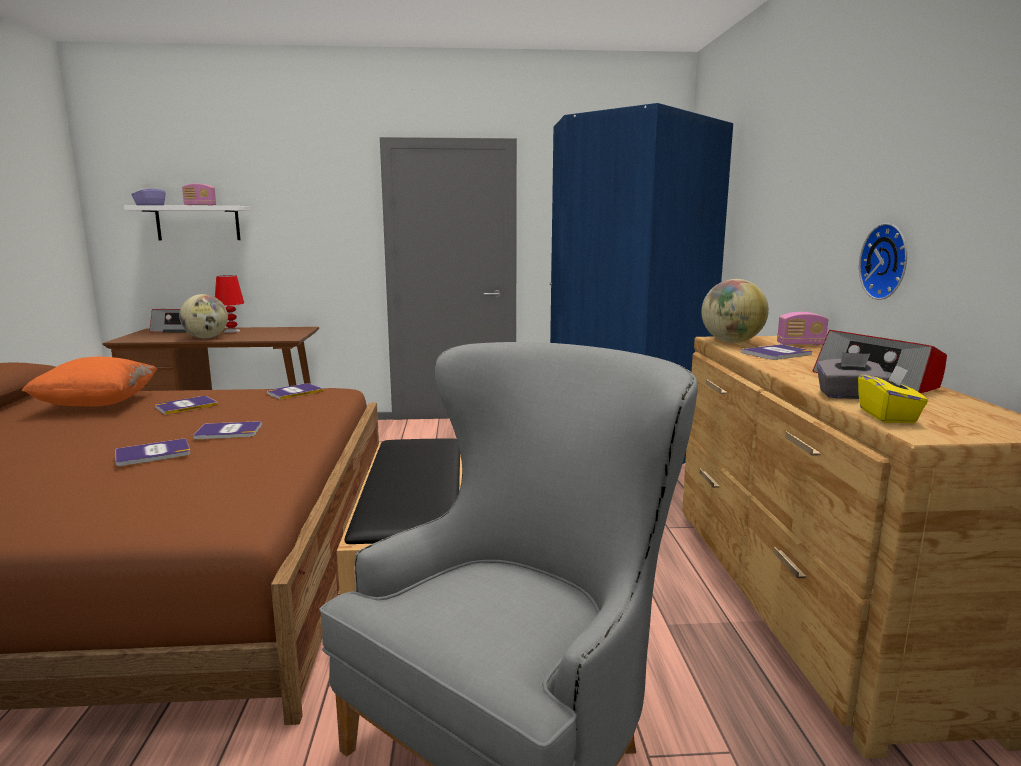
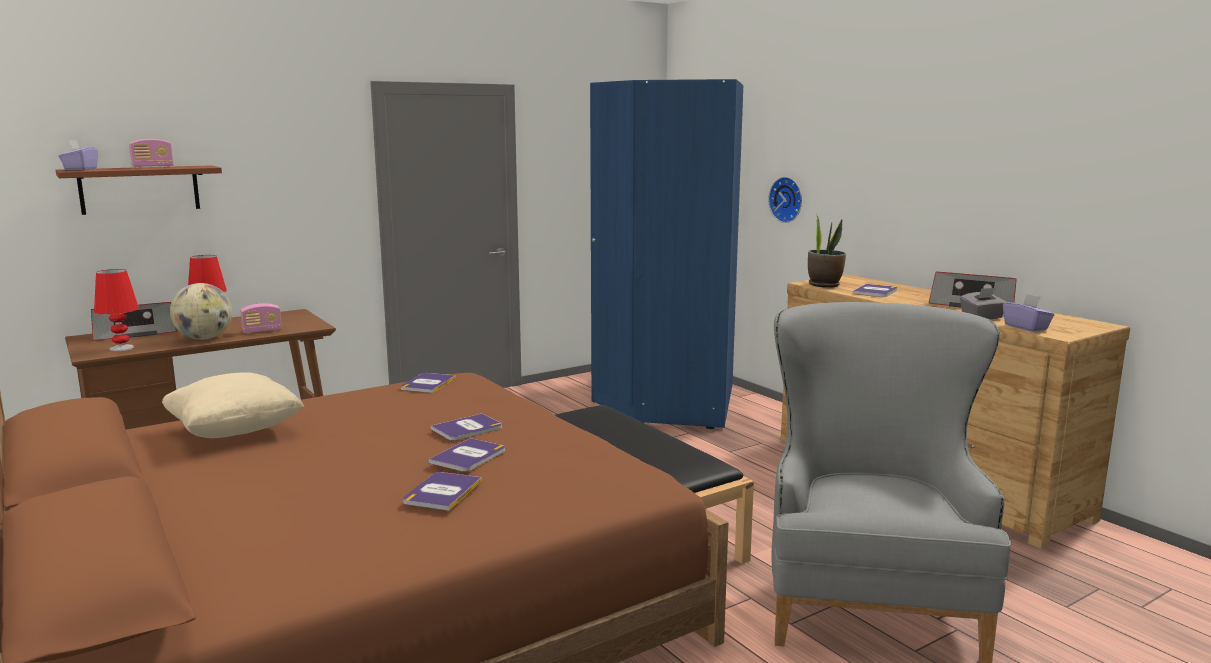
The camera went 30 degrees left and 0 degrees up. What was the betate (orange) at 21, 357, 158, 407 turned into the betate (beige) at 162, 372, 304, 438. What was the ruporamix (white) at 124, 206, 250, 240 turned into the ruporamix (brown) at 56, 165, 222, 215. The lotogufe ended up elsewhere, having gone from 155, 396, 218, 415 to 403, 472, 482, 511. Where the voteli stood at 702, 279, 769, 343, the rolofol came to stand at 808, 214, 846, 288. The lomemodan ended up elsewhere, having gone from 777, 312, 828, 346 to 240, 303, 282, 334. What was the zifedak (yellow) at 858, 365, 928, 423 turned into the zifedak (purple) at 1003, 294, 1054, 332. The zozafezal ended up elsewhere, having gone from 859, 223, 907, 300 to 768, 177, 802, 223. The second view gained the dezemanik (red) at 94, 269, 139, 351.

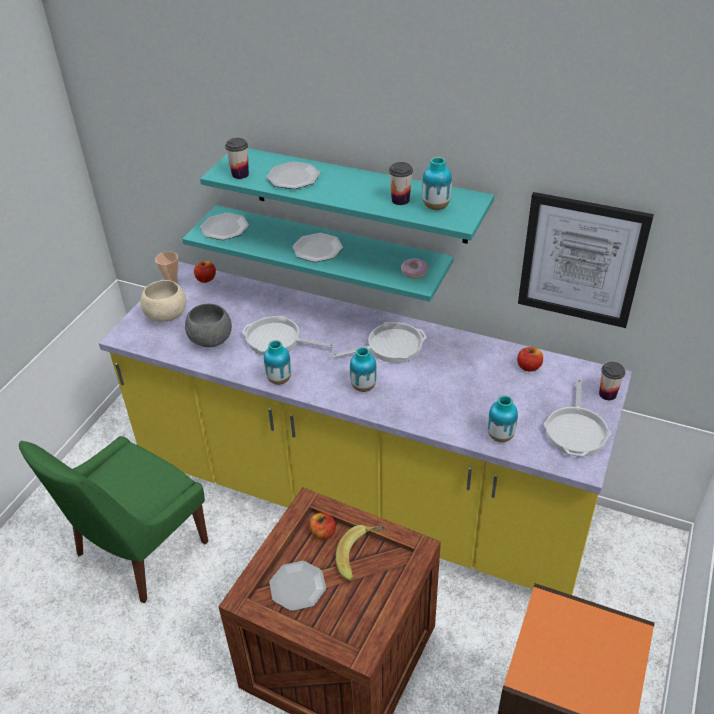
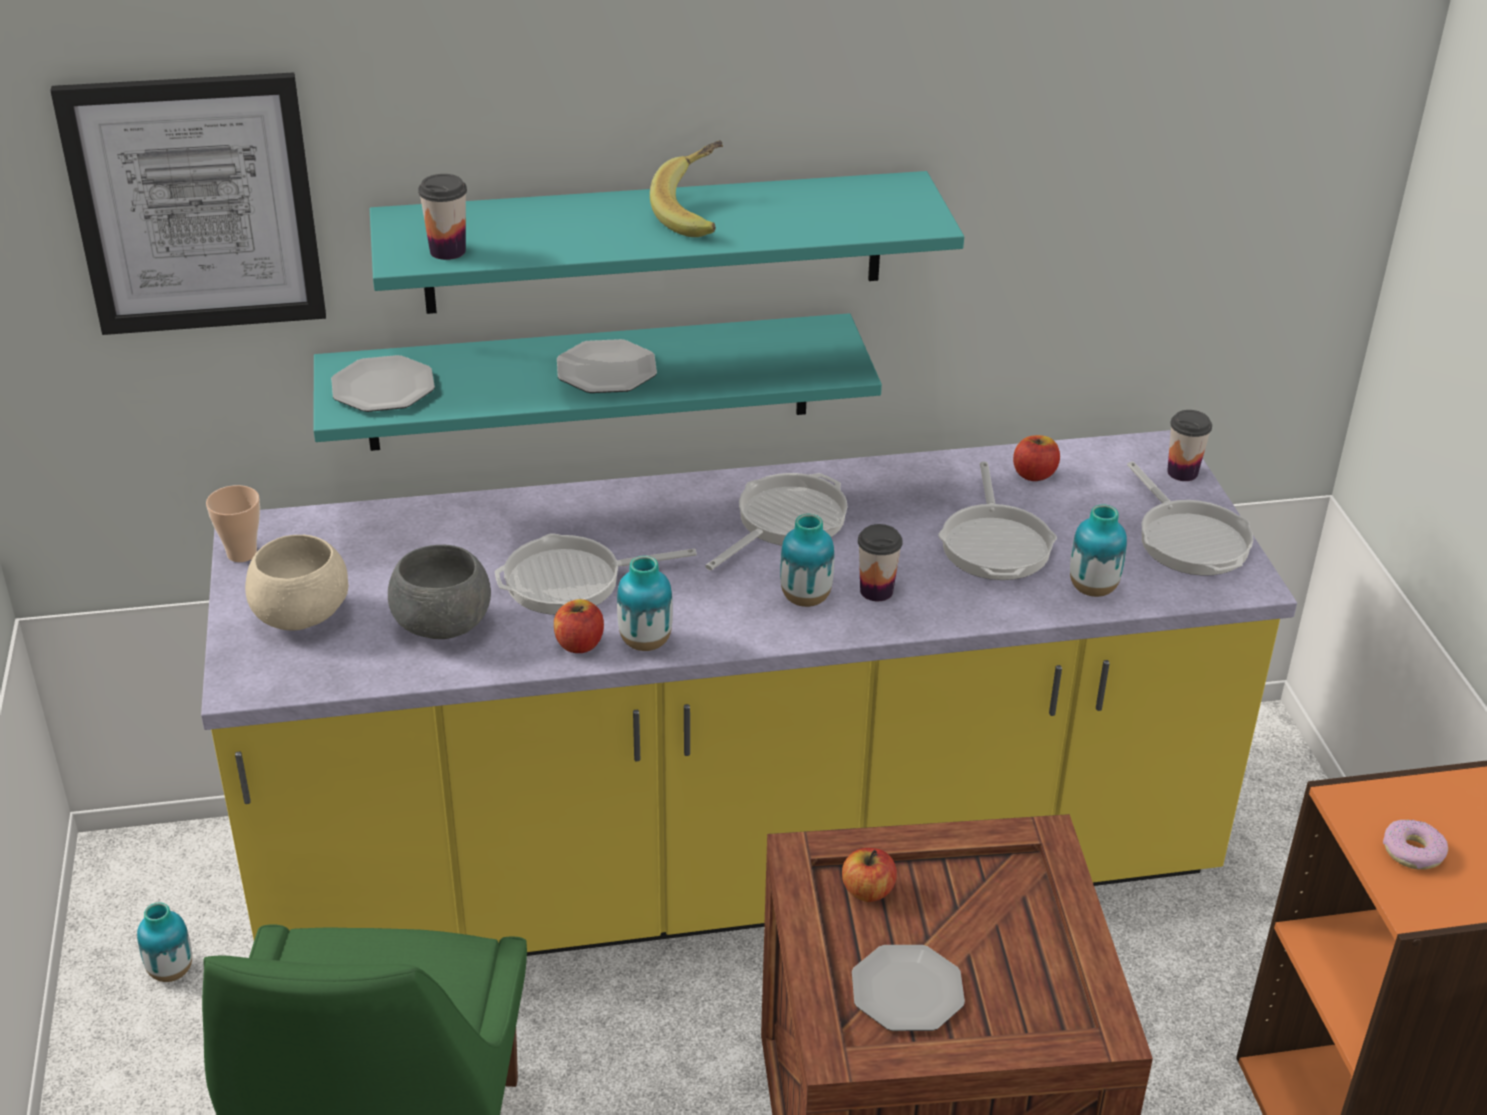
The camera went 35 degrees left and 5 degrees down. The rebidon ended up elsewhere, having gone from 194, 261, 216, 283 to 554, 599, 604, 653. The second view lost the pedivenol at 267, 162, 320, 189. The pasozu ended up elsewhere, having gone from 336, 525, 385, 581 to 650, 141, 723, 237. The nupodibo ended up elsewhere, having gone from 389, 162, 413, 205 to 858, 524, 903, 601. The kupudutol ended up elsewhere, having gone from 401, 258, 428, 279 to 1383, 819, 1448, 870. The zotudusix ended up elsewhere, having gone from 422, 157, 452, 210 to 137, 903, 192, 982. The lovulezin ended up elsewhere, having gone from 518, 192, 654, 328 to 50, 72, 326, 335. The second view gained the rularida at 938, 462, 1057, 580.

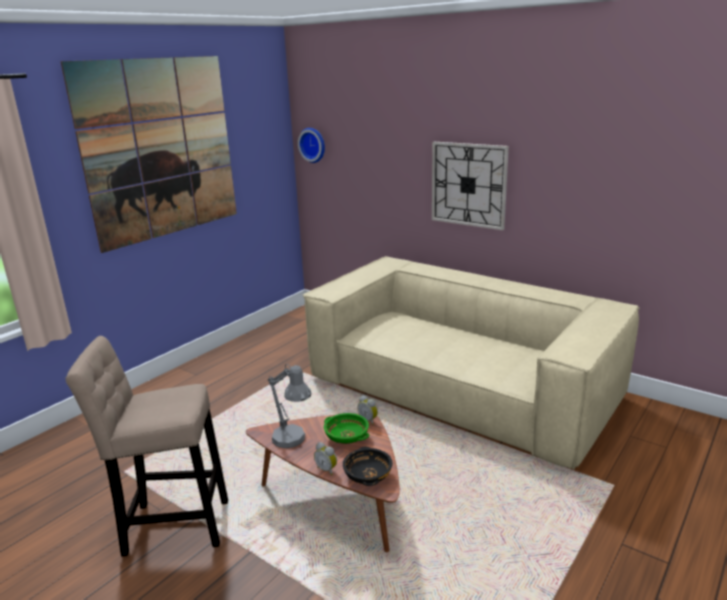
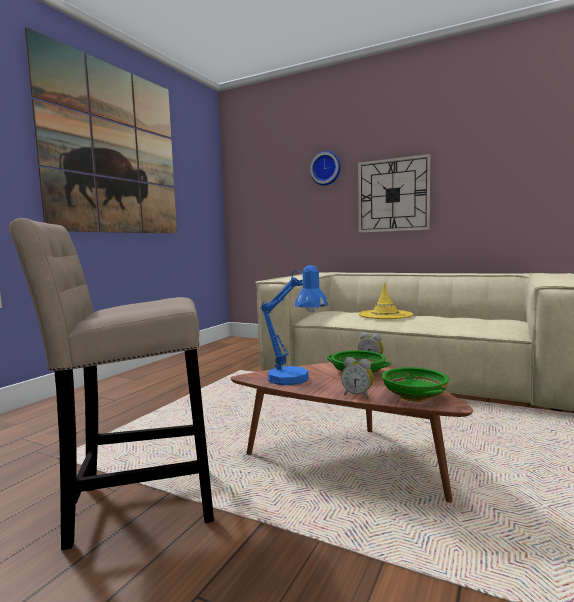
The camera went 10 degrees left and 15 degrees down. What was the dezemanik (grey) at 268, 364, 311, 448 turned into the dezemanik (blue) at 261, 265, 328, 385. The zozafezal ended up elsewhere, having gone from 298, 128, 325, 163 to 310, 151, 341, 186. What was the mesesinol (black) at 343, 447, 393, 486 turned into the mesesinol (green) at 382, 367, 449, 402. The second view gained the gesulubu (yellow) at 359, 283, 413, 319.

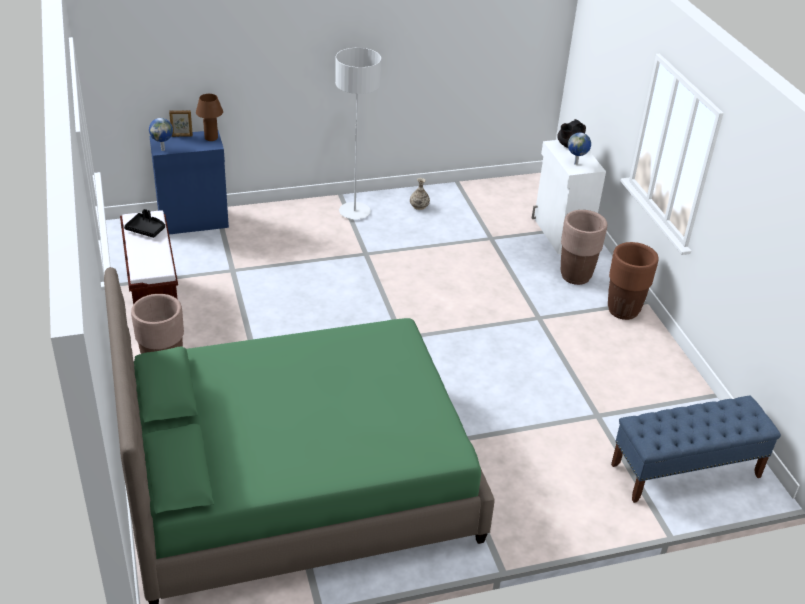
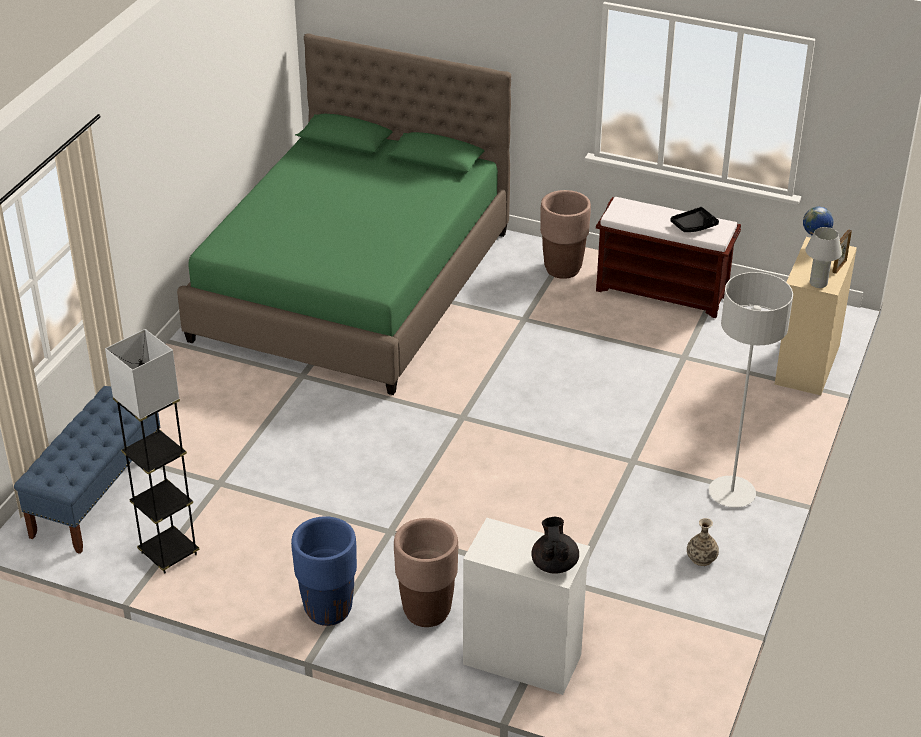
The camera went 130 degrees right and 0 degrees up. What was the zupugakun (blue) at 149, 131, 229, 234 turned into the zupugakun (beige) at 775, 237, 857, 395. What was the dezemanik (brown) at 196, 94, 223, 141 turned into the dezemanik (white) at 805, 227, 842, 288. The second view lost the voteli at 568, 132, 591, 165. What was the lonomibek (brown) at 608, 242, 658, 320 turned into the lonomibek (blue) at 291, 516, 357, 626. The second view gained the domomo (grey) at 105, 329, 200, 574.

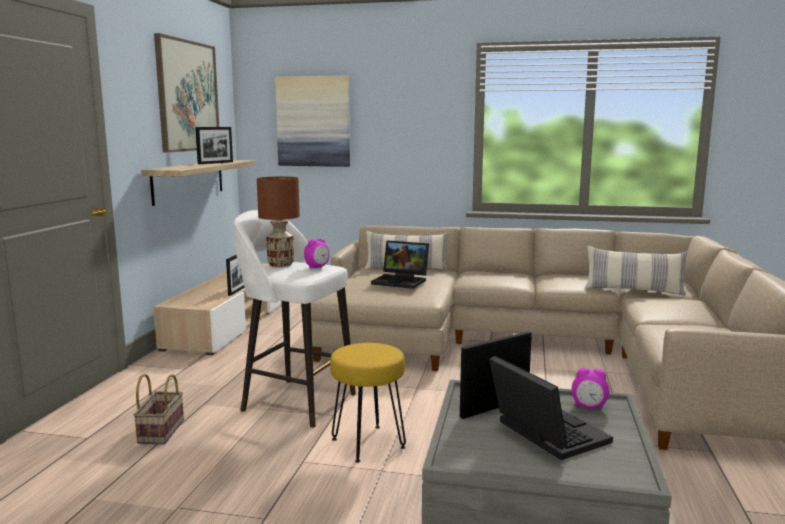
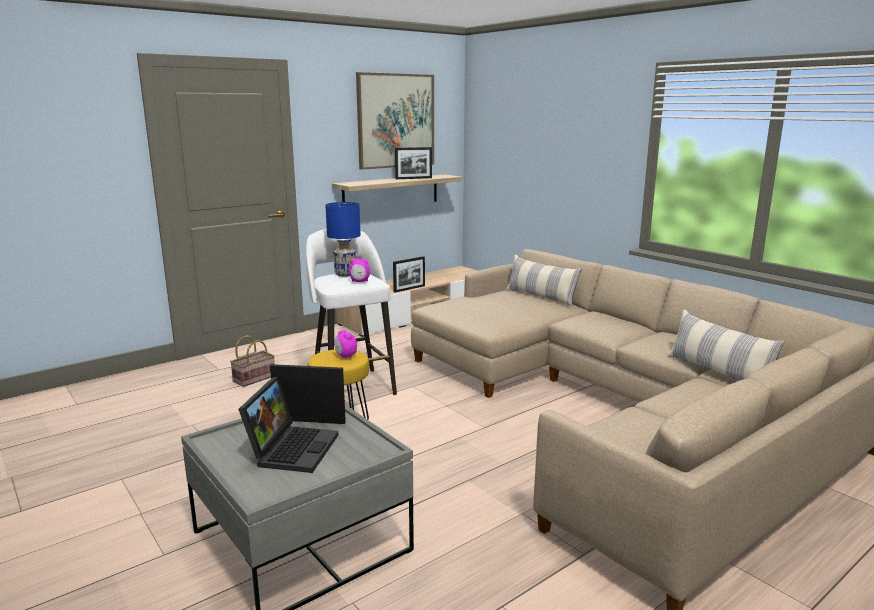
The camera went 40 degrees right and 5 degrees up. What was the dezemanik (brown) at 257, 176, 300, 267 turned into the dezemanik (blue) at 325, 202, 361, 277. The second view lost the lovulezin at 275, 75, 350, 167. The second view lost the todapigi at 371, 240, 429, 289. The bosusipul ended up elsewhere, having gone from 572, 368, 609, 409 to 334, 330, 357, 359.

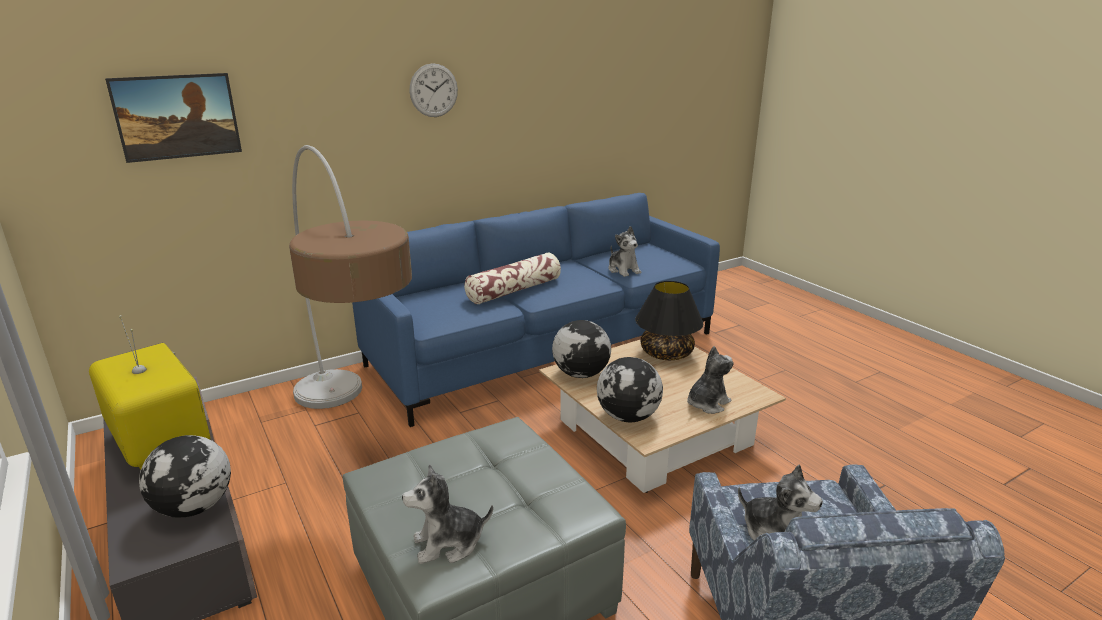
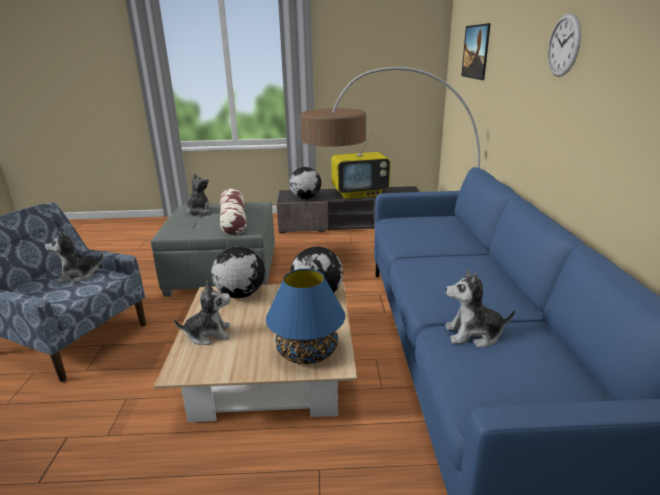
The camera went 120 degrees right and 0 degrees up. The betate ended up elsewhere, having gone from 464, 252, 561, 304 to 220, 189, 247, 235. What was the dezemanik (black) at 635, 281, 703, 360 turned into the dezemanik (blue) at 266, 269, 345, 364. The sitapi at 687, 346, 733, 414 ended up facing another way, 90 degrees counterclockwise from before.

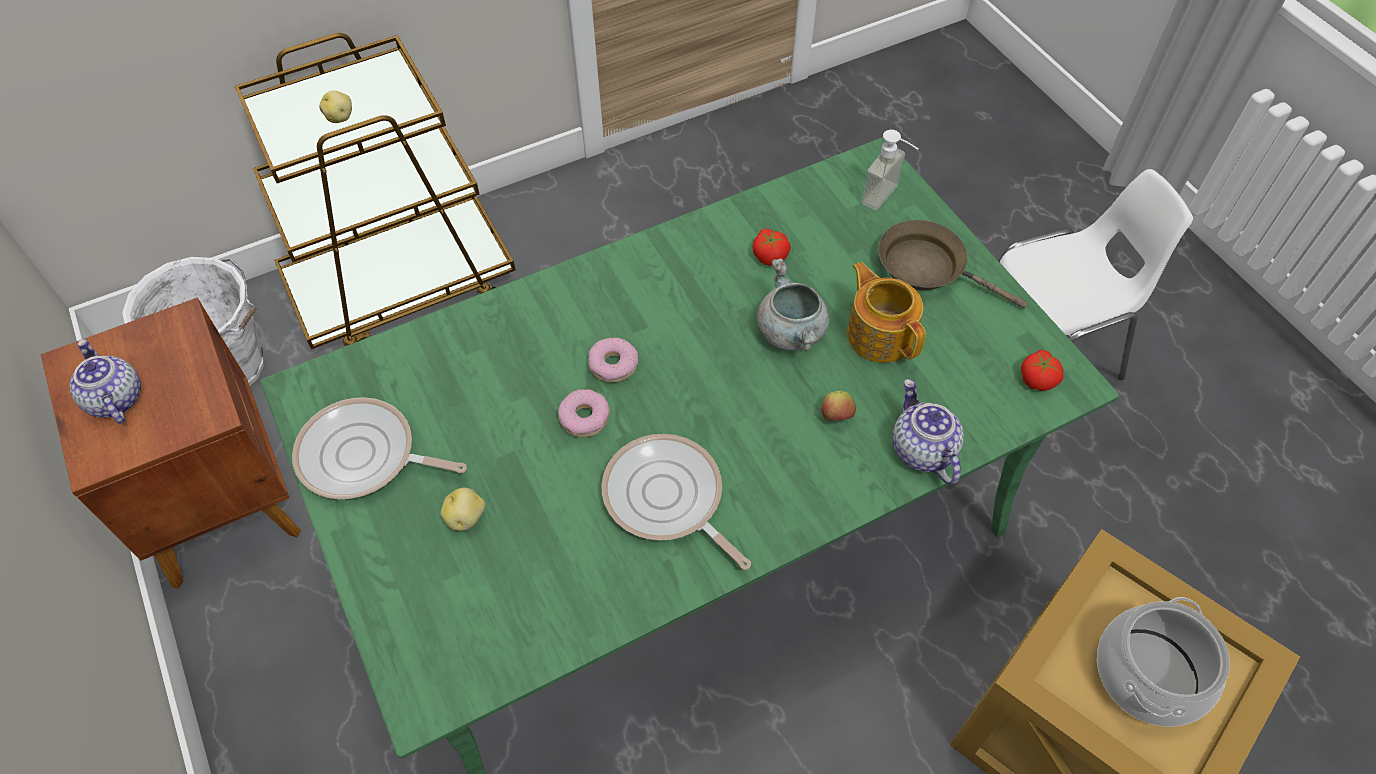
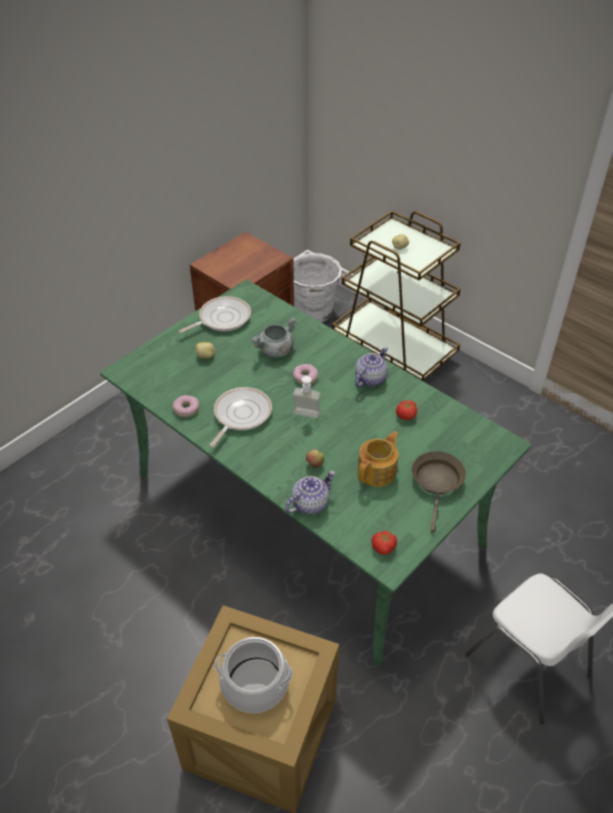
The camera went 70 degrees right and 10 degrees down. The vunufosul ended up elsewhere, having gone from 69, 339, 141, 424 to 355, 347, 388, 387. The rularida at 292, 397, 467, 499 ended up facing another way, 60 degrees clockwise from before. The kupudutol ended up elsewhere, having gone from 558, 389, 610, 438 to 173, 395, 199, 417. The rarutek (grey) ended up elsewhere, having gone from 757, 258, 830, 351 to 251, 317, 296, 357. The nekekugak ended up elsewhere, having gone from 861, 130, 918, 211 to 293, 376, 321, 419.

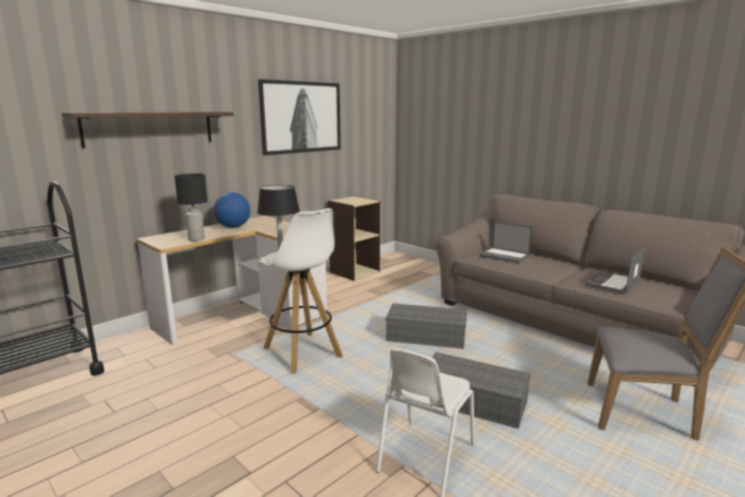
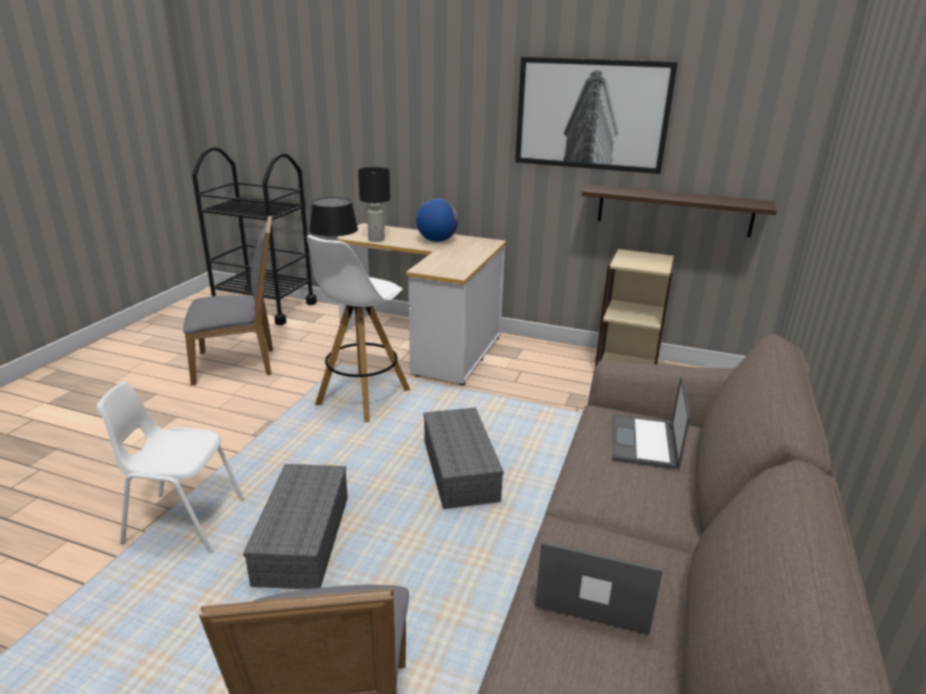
The camera went 65 degrees right and 10 degrees up. The ruporamix ended up elsewhere, having gone from 61, 112, 233, 148 to 582, 184, 777, 237. The second view gained the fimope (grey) at 183, 215, 273, 385.

